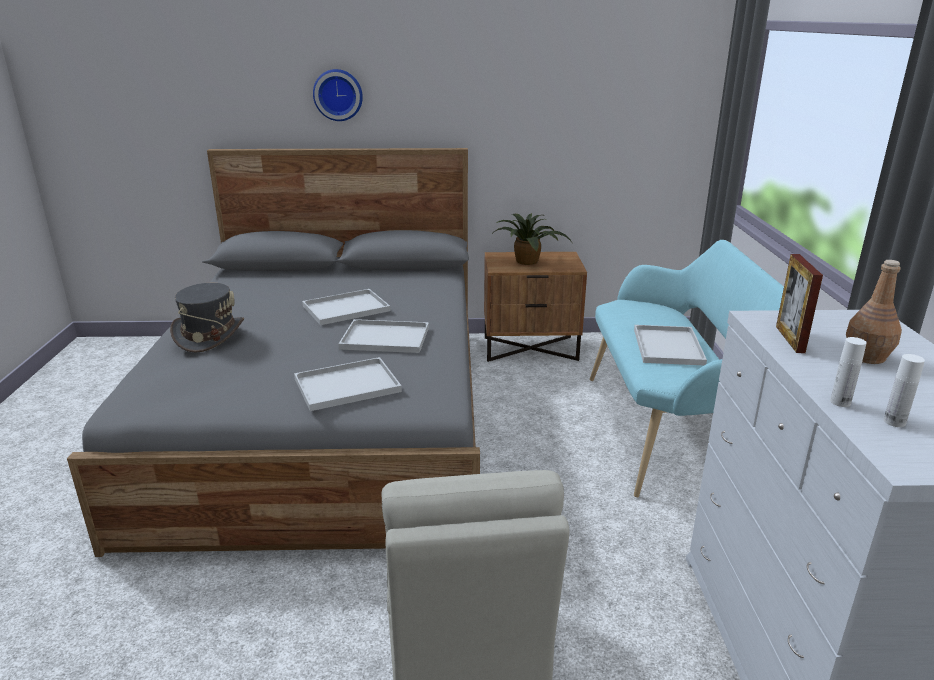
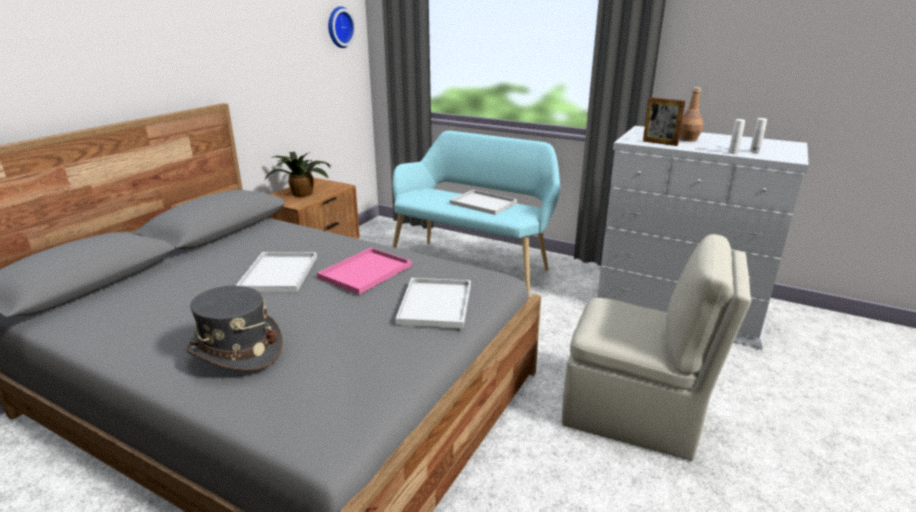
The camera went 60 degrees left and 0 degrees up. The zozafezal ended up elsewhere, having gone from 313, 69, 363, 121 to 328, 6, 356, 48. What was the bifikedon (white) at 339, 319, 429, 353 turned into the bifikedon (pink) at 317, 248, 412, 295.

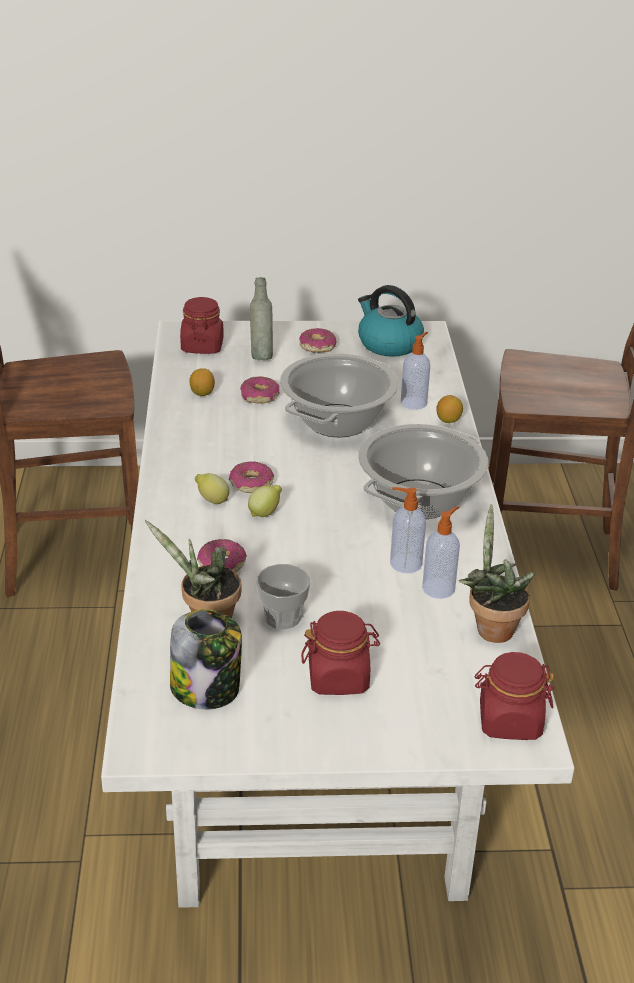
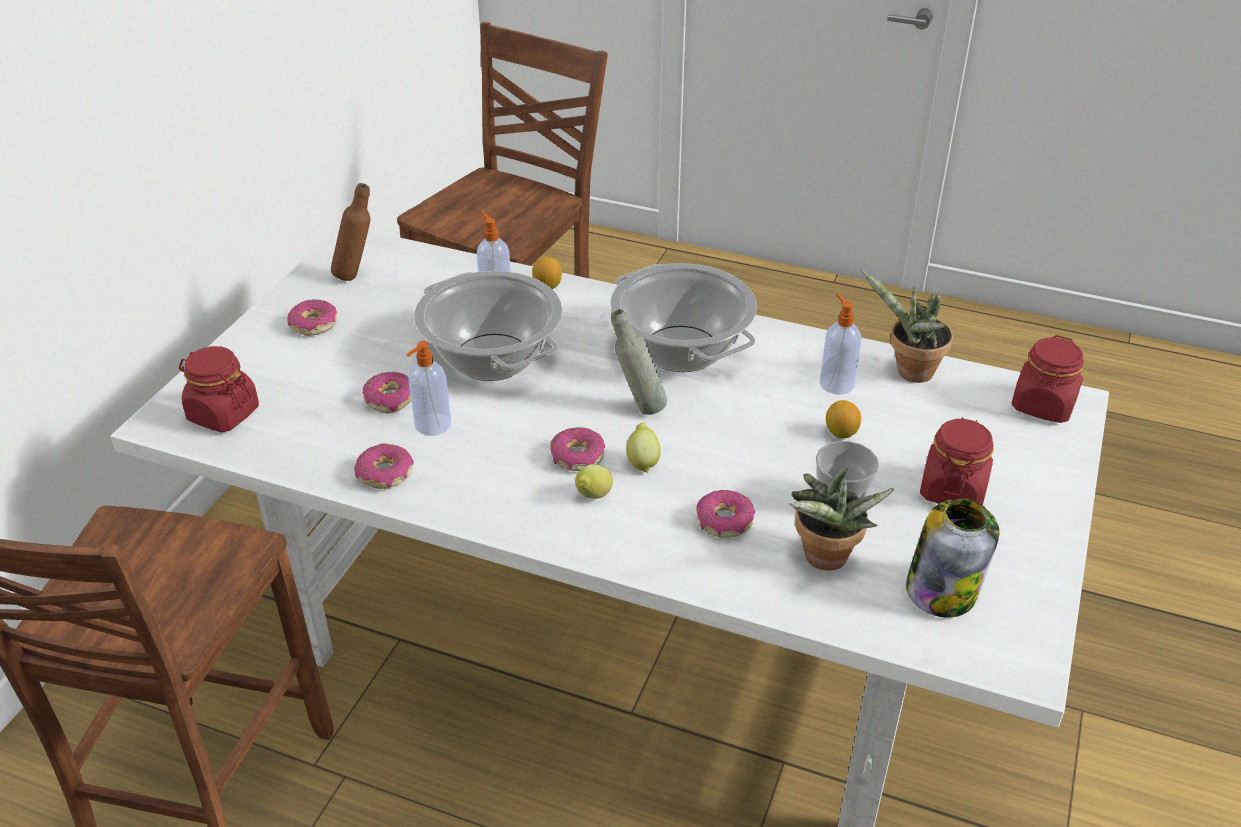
The camera went 65 degrees left and 5 degrees up. The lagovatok ended up elsewhere, having gone from 190, 368, 215, 396 to 826, 400, 861, 438. The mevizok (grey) ended up elsewhere, having gone from 250, 277, 273, 360 to 611, 309, 667, 415. Where the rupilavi stood at 358, 285, 424, 357, the mevizok (brown) came to stand at 331, 183, 370, 281. The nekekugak ended up elsewhere, having gone from 390, 487, 426, 573 to 407, 341, 451, 436. The second view gained the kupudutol at 354, 444, 414, 489.

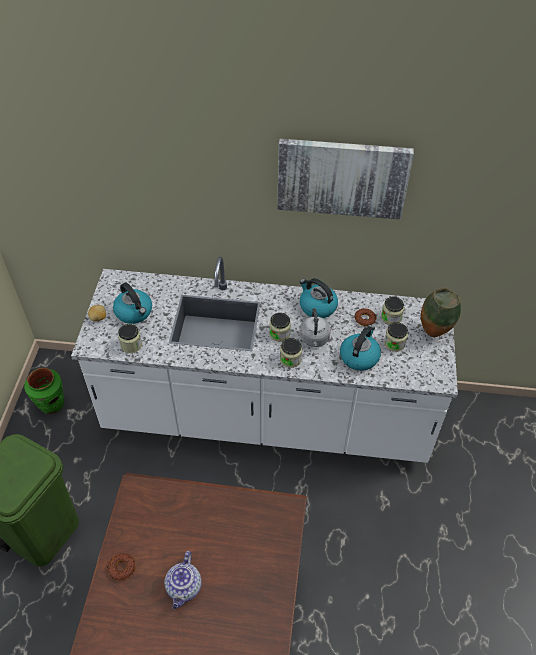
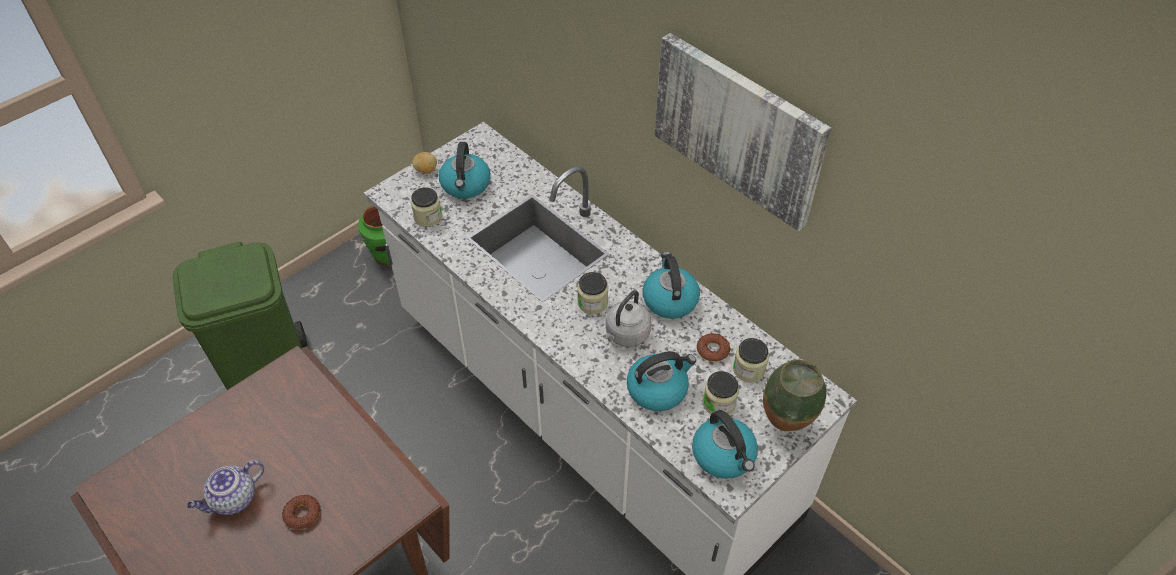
The camera went 40 degrees right and 0 degrees up. The kupudutol ended up elsewhere, having gone from 108, 553, 135, 580 to 282, 495, 320, 529. The second view lost the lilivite at 280, 338, 302, 368. The second view gained the rupilavi at 692, 410, 758, 479.

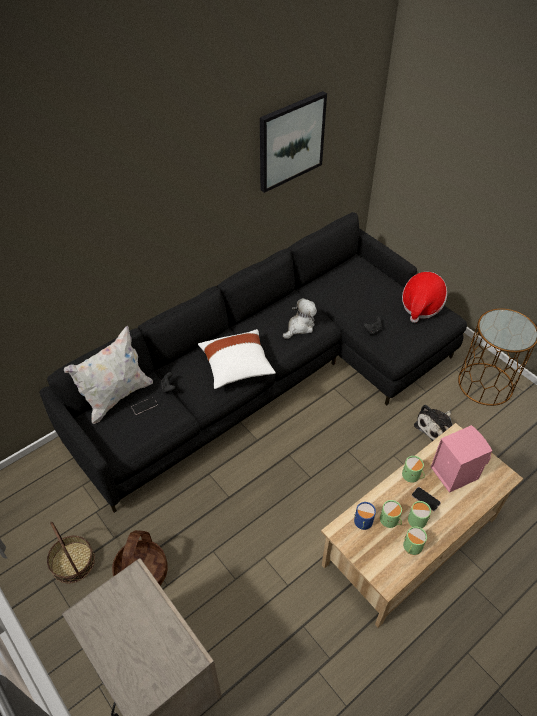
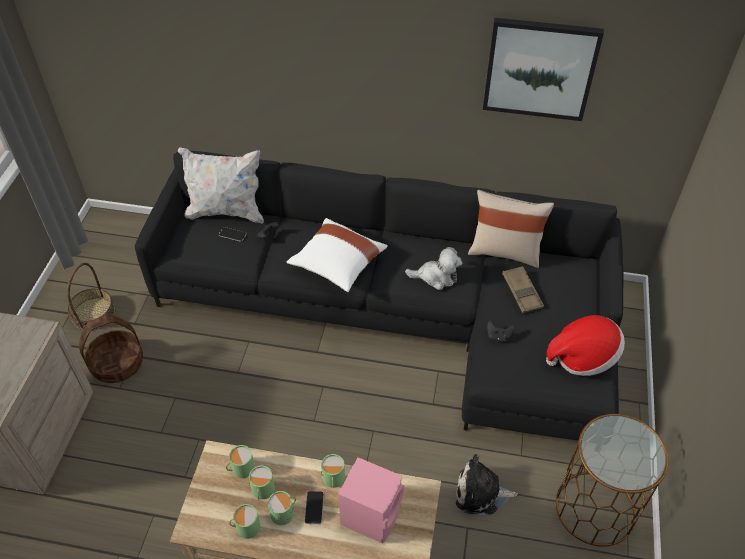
The camera went 50 degrees right and 0 degrees up. What was the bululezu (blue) at 354, 502, 376, 530 turned into the bululezu (green) at 226, 445, 255, 478. The second view gained the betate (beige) at 468, 190, 554, 268. The second view gained the bifikedon (brown) at 502, 266, 544, 313.

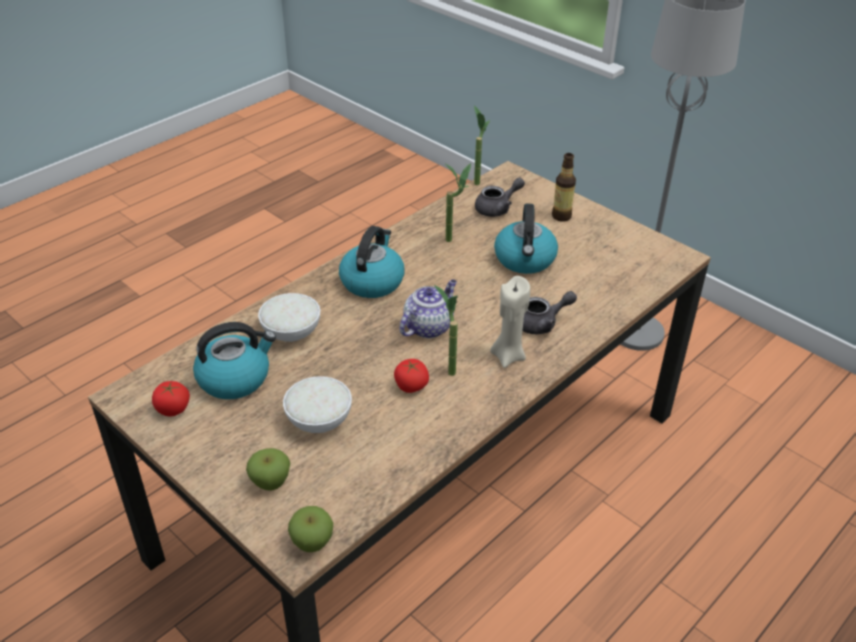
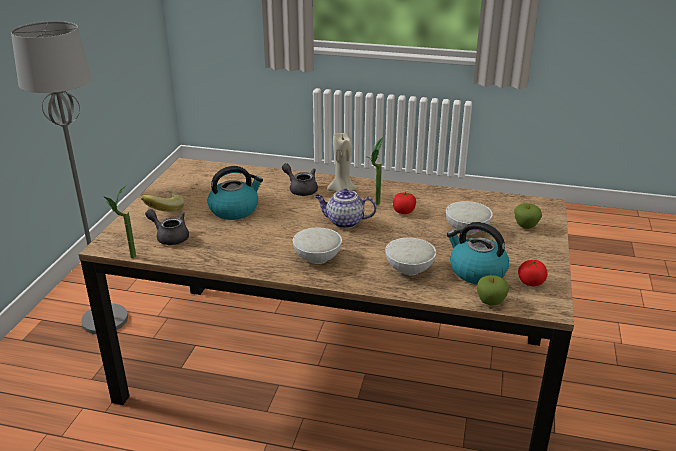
The camera went 120 degrees left and 10 degrees down. The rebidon ended up elsewhere, having gone from 288, 506, 333, 552 to 477, 275, 509, 305. Where the rupilavi stood at 339, 226, 405, 298, the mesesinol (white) came to stand at 293, 227, 342, 264. The second view lost the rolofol at 446, 163, 471, 242. Where the mevizok stood at 552, 153, 576, 222, the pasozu came to stand at 141, 190, 184, 212.

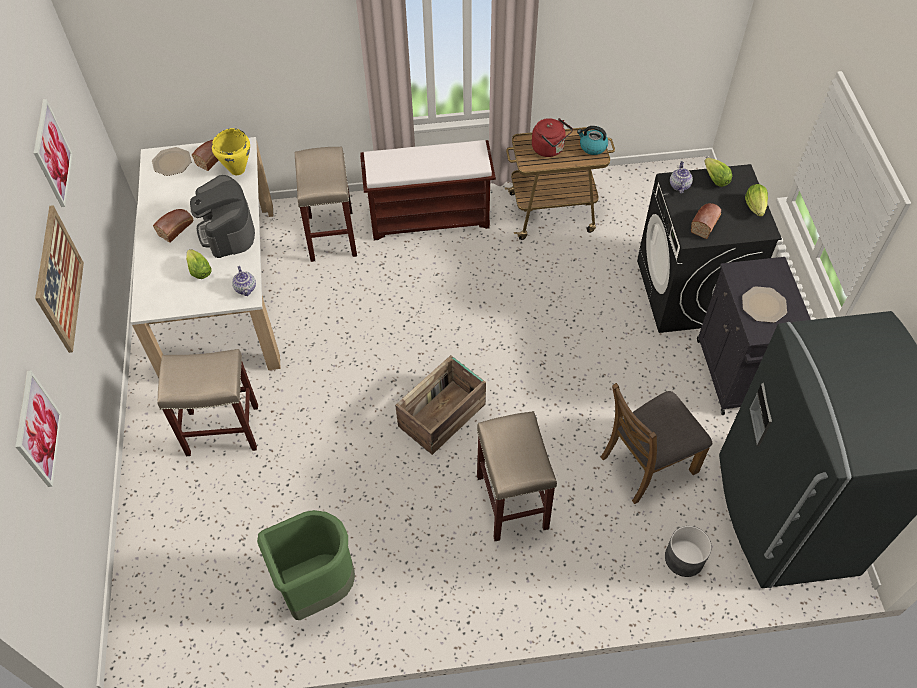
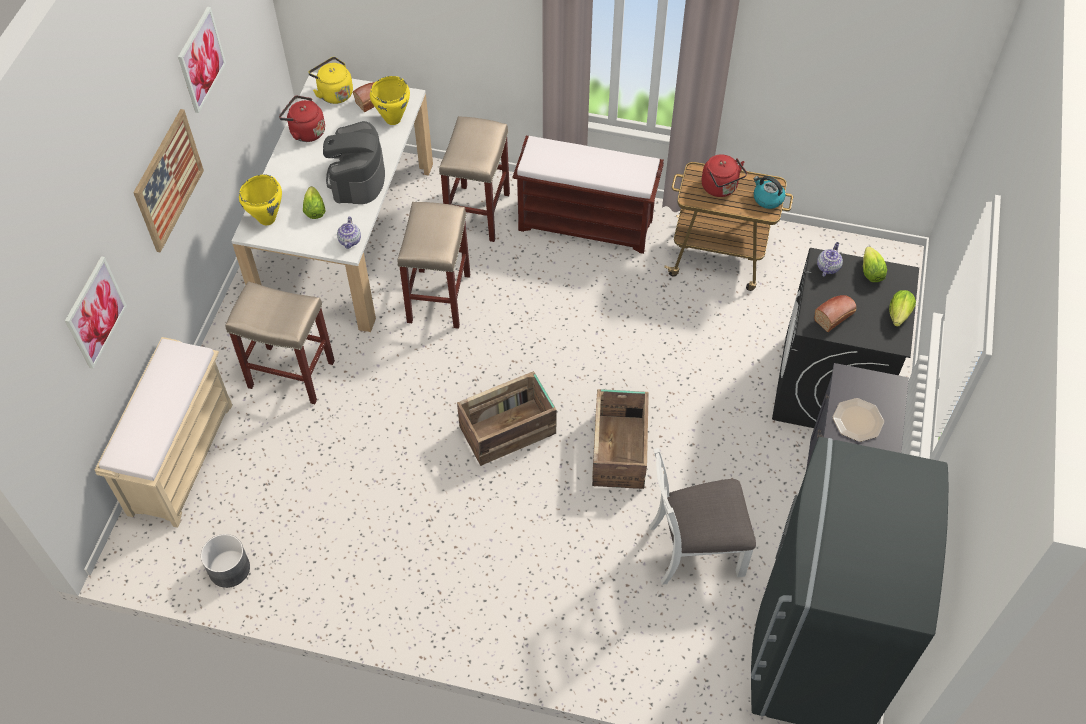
The camera went 20 degrees right and 0 degrees up. Where the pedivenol stood at 152, 147, 192, 176, the rupilavi (yellow) came to stand at 308, 57, 353, 104. The second view lost the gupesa at 153, 209, 193, 243. The second view lost the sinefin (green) at 257, 510, 355, 620. The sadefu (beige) ended up elsewhere, having gone from 477, 411, 557, 541 to 398, 202, 470, 329. What was the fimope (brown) at 601, 383, 712, 504 turned into the fimope (white) at 649, 448, 756, 585. The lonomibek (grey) ended up elsewhere, having gone from 665, 526, 712, 577 to 201, 534, 250, 588. The second view gained the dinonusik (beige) at 95, 337, 232, 528. The second view gained the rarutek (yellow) at 239, 175, 282, 225. The second view gained the rupilavi (red) at 279, 96, 325, 142. The second view gained the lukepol at 592, 389, 649, 489.

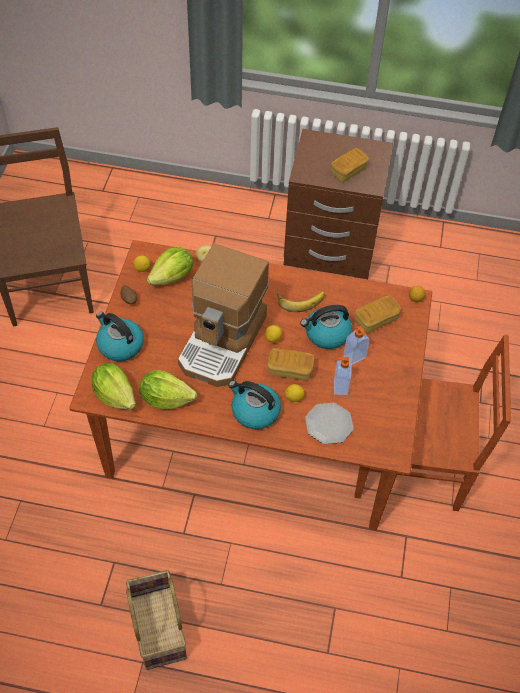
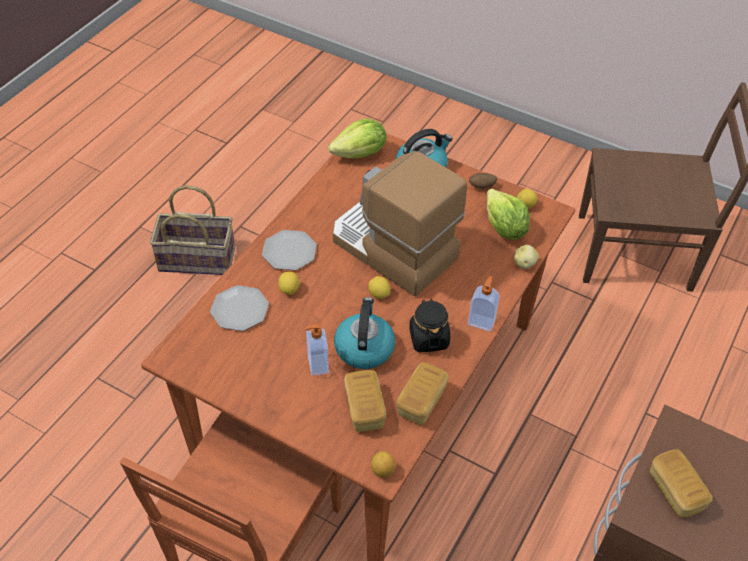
The camera went 110 degrees right and 5 degrees down. The second view lost the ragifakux at 139, 370, 197, 409. Where the rupilavi stood at 228, 380, 281, 429, the pedivenol came to stand at 262, 230, 317, 270. The gupesa ended up elsewhere, having gone from 268, 348, 315, 381 to 397, 363, 449, 425. Where the pasozu stood at 277, 291, 325, 312, the lilivite (black) came to stand at 409, 299, 450, 352. The nekekugak ended up elsewhere, having gone from 334, 357, 352, 395 to 468, 276, 500, 332.

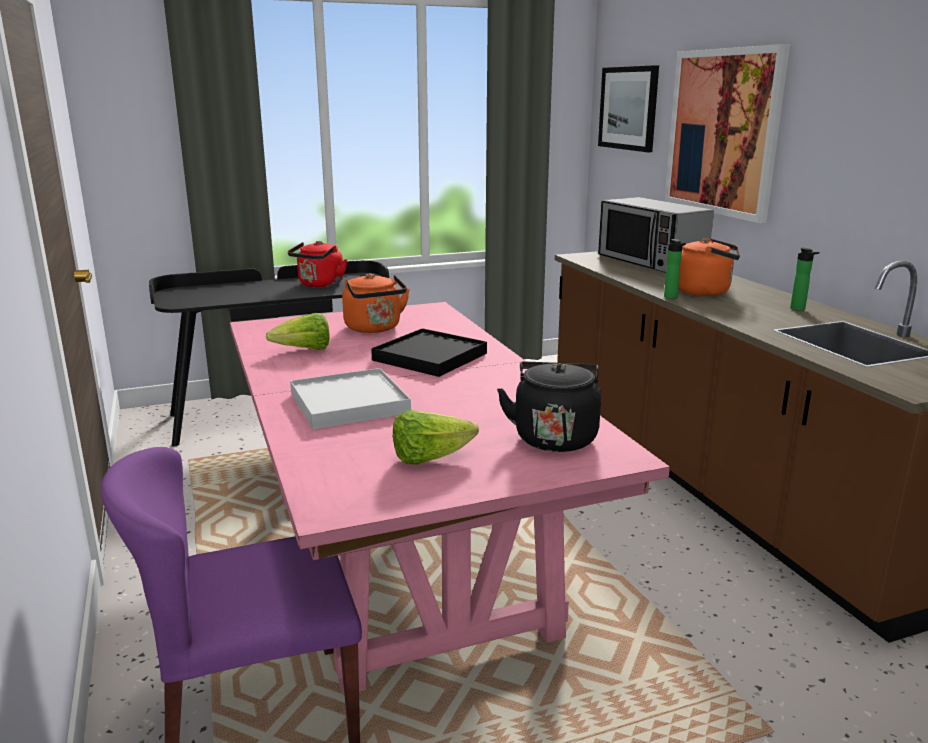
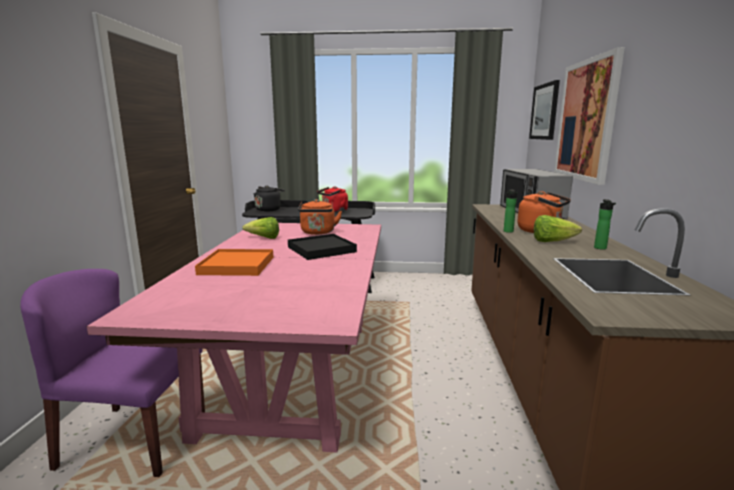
The camera went 25 degrees right and 5 degrees down. What was the bifikedon (white) at 290, 368, 411, 429 turned into the bifikedon (orange) at 195, 249, 273, 276. The ragifakux ended up elsewhere, having gone from 393, 410, 479, 465 to 534, 215, 582, 242. The rupilavi (black) ended up elsewhere, having gone from 497, 362, 601, 452 to 253, 186, 285, 212.

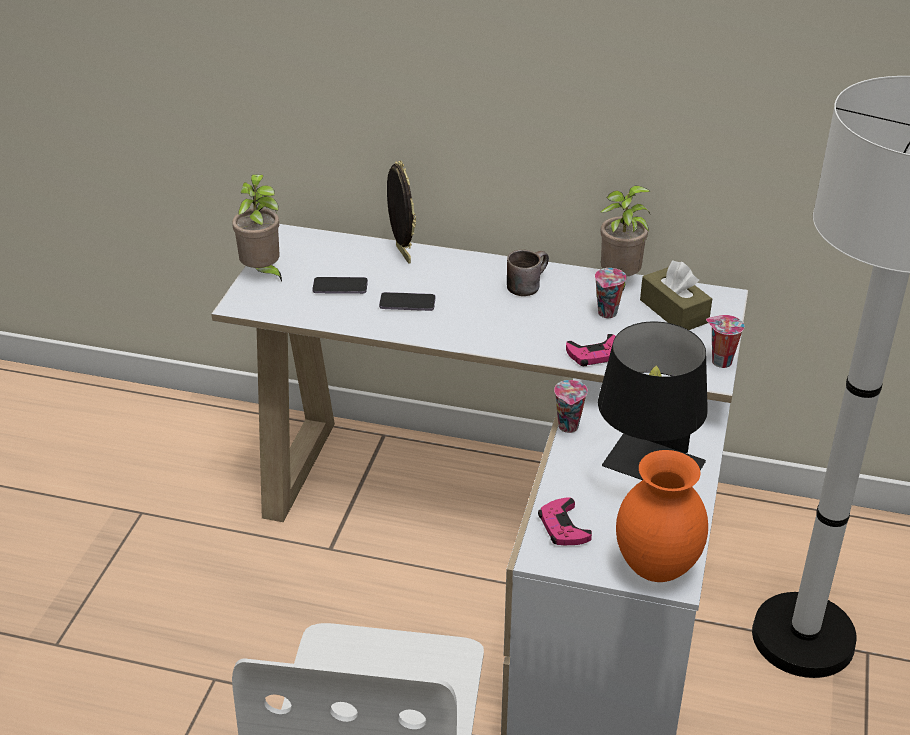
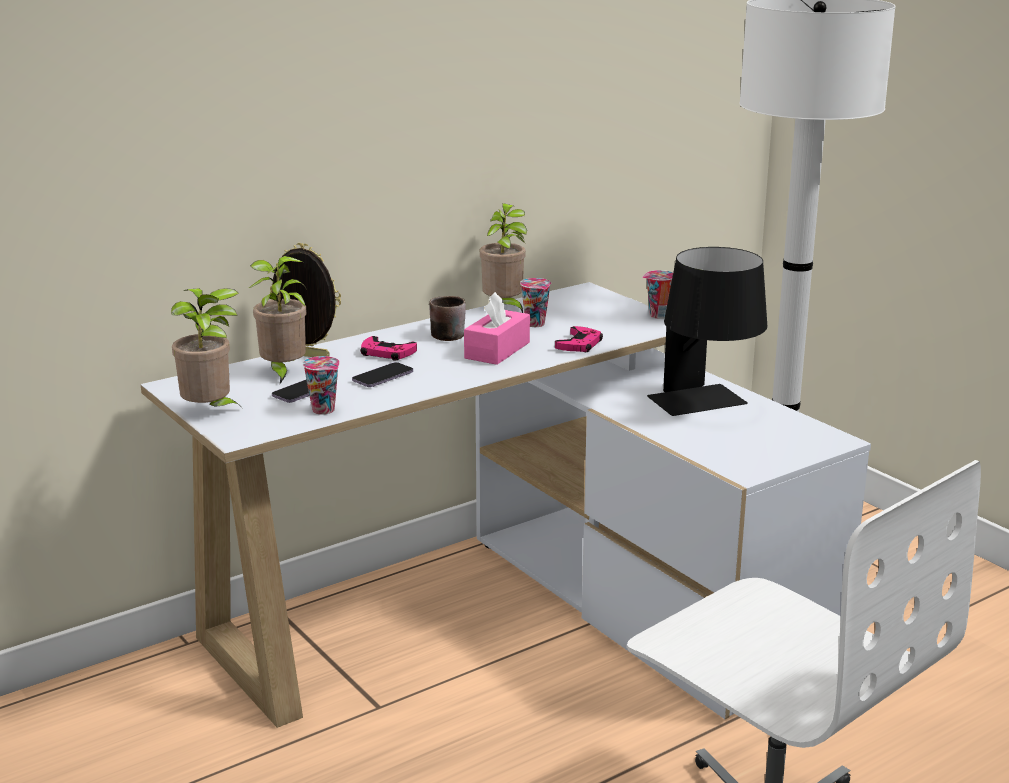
The camera went 50 degrees left and 15 degrees down. The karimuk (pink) ended up elsewhere, having gone from 538, 498, 592, 545 to 360, 336, 417, 361. The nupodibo ended up elsewhere, having gone from 554, 380, 588, 433 to 302, 356, 340, 415. The second view lost the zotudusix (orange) at 616, 450, 708, 582. The second view lost the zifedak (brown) at 640, 261, 712, 330. The second view gained the rolofol at 249, 256, 307, 384. The second view gained the zifedak (pink) at 464, 292, 530, 365.

